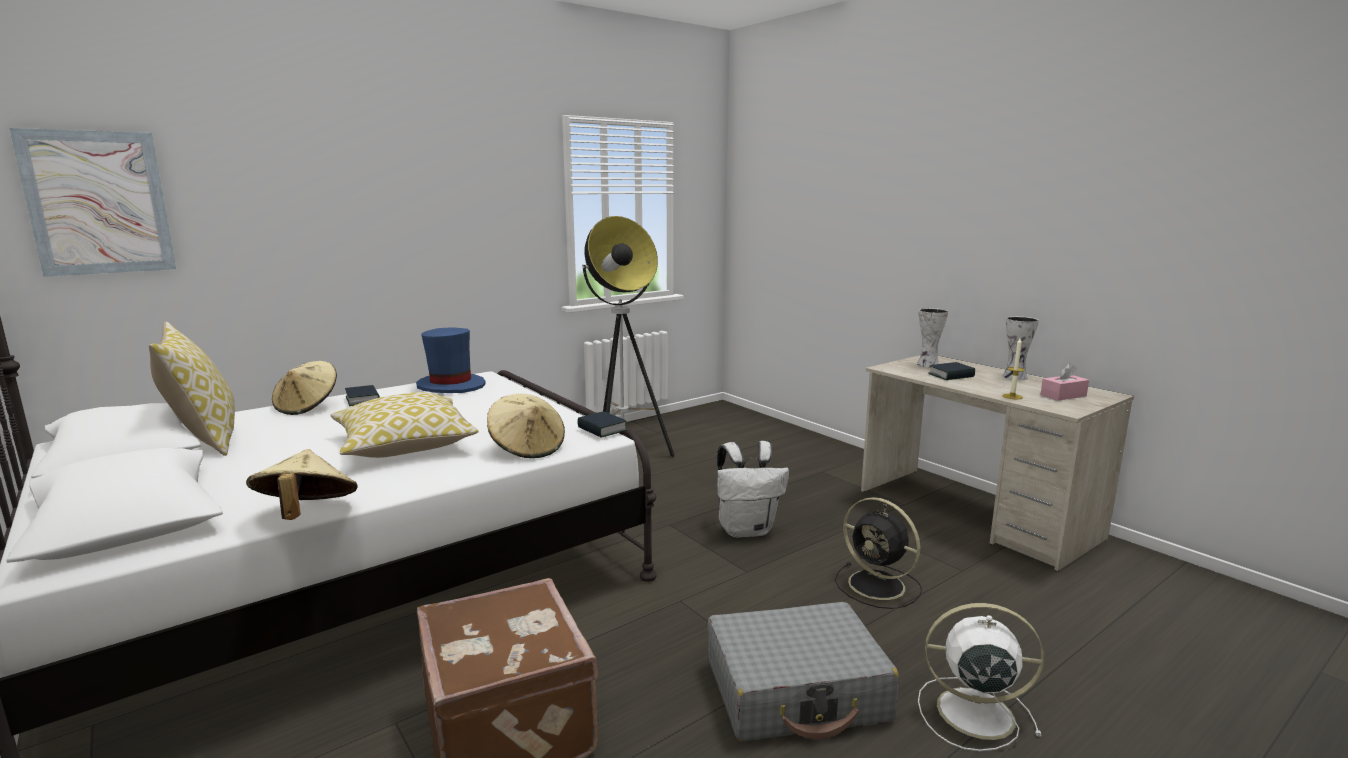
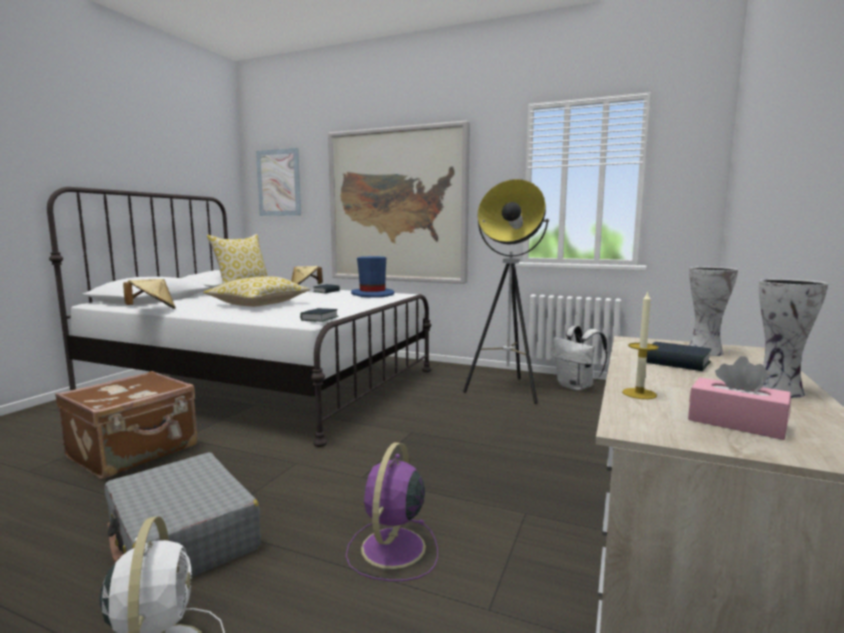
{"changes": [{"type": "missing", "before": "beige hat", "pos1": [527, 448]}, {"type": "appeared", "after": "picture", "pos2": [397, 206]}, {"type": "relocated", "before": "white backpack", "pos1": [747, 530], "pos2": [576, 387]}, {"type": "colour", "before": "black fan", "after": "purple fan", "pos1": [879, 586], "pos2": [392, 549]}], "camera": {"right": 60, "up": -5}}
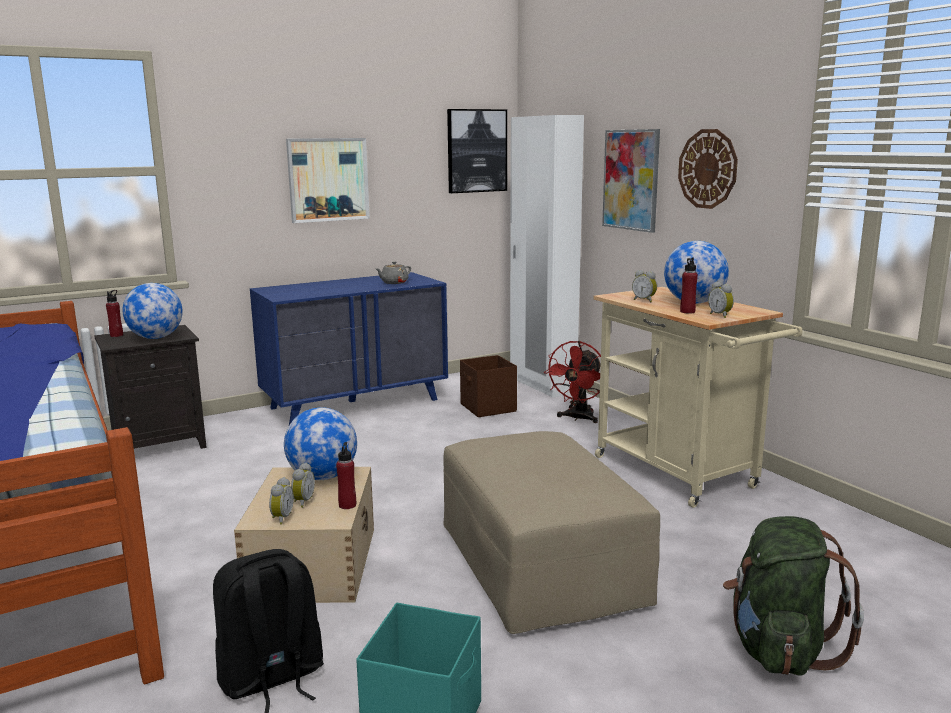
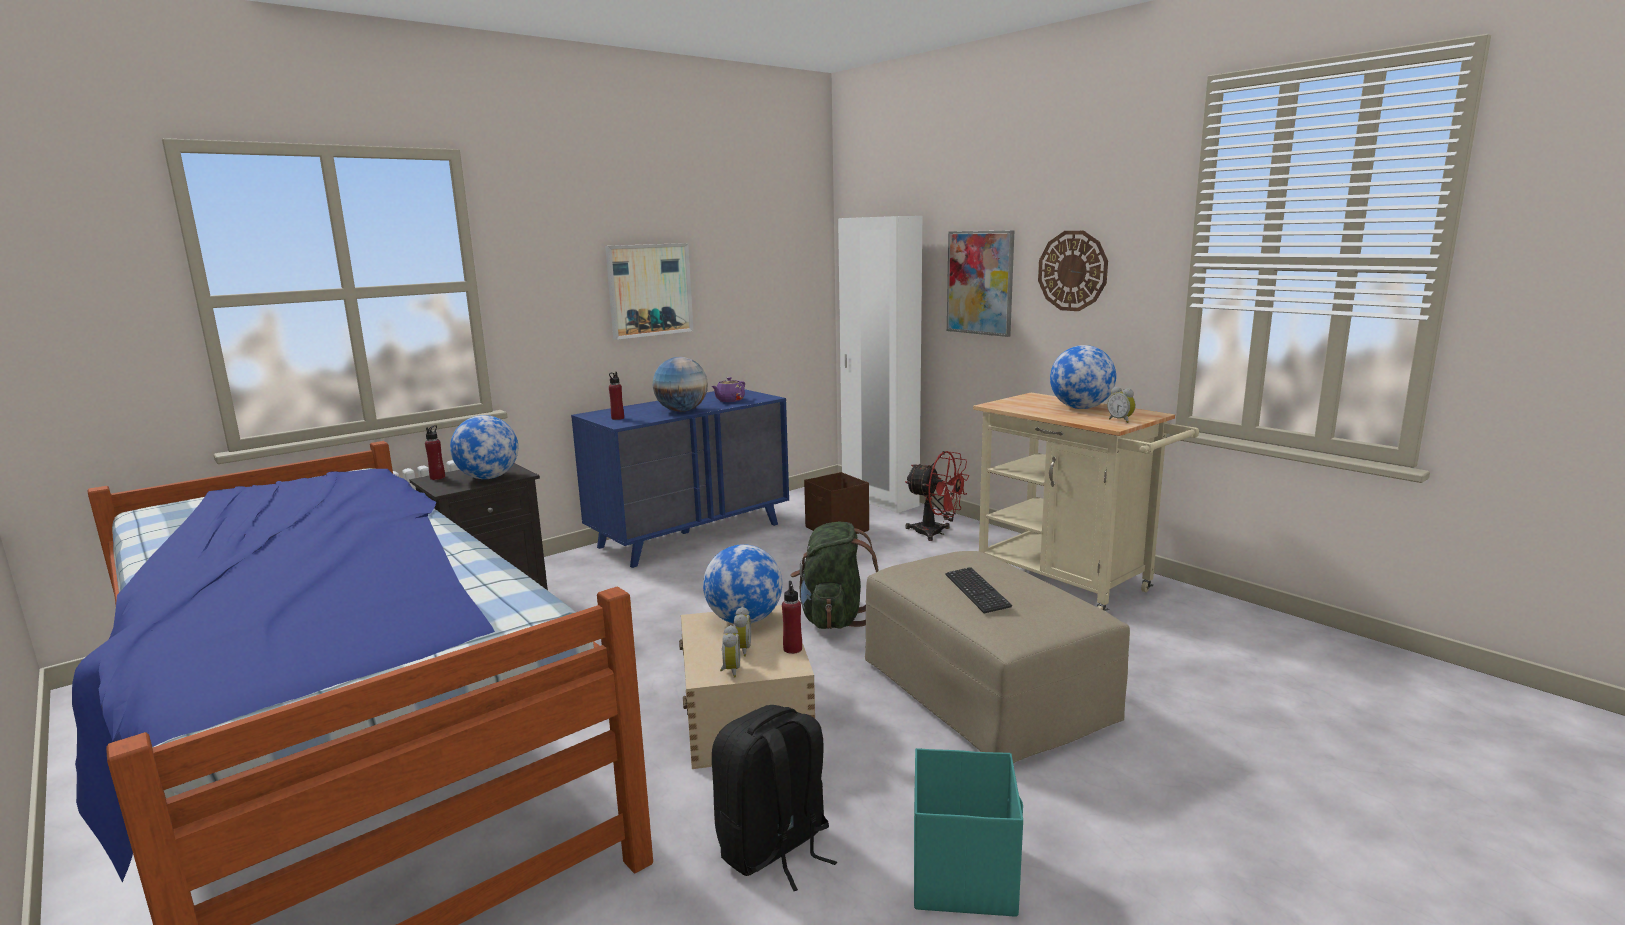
{"changes": [{"type": "missing", "before": "picture", "pos1": [476, 151]}, {"type": "missing", "before": "alarm clock", "pos1": [644, 300]}, {"type": "appeared", "after": "globe", "pos2": [682, 411]}, {"type": "appeared", "after": "keyboard", "pos2": [977, 592]}, {"type": "relocated", "before": "red bottle", "pos1": [687, 312], "pos2": [617, 418]}, {"type": "relocated", "before": "green backpack", "pos1": [779, 649], "pos2": [834, 618]}, {"type": "colour", "before": "grey teapot", "after": "purple teapot", "pos1": [394, 283], "pos2": [729, 400]}, {"type": "spun", "before": "red fan", "pos1": [578, 418], "pos2": [936, 533], "turn": -75}], "camera": {"right": -10, "up": 0}}
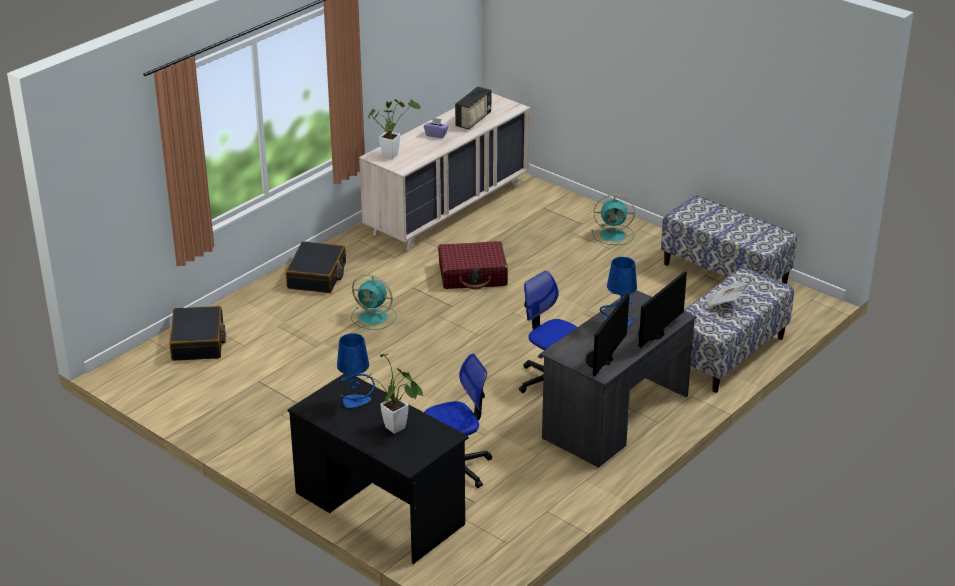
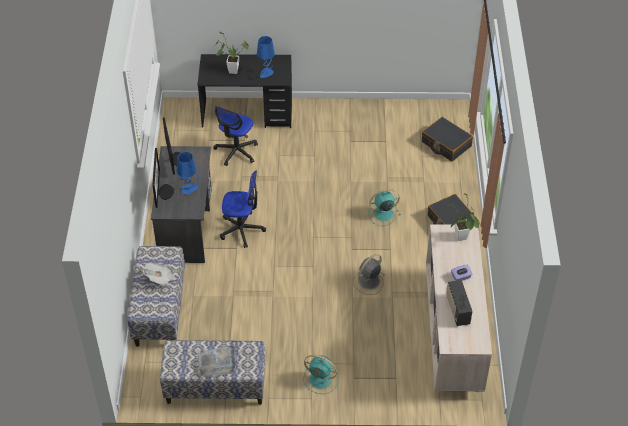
{"changes": [{"type": "appeared", "after": "grey tray", "pos2": [217, 363]}, {"type": "exchanged", "before": "red suitcase", "after": "grey fan", "pos1": [473, 275], "pos2": [368, 282]}, {"type": "spun", "before": "turquoise fan", "pos1": [614, 235], "pos2": [321, 380], "turn": -120}], "camera": {"right": 140, "up": 15}}
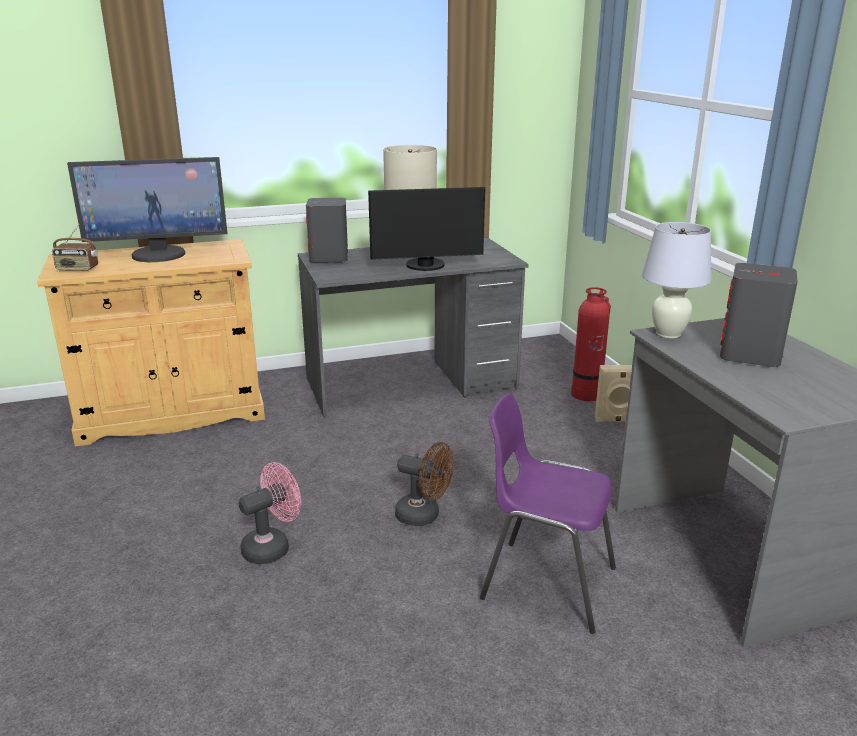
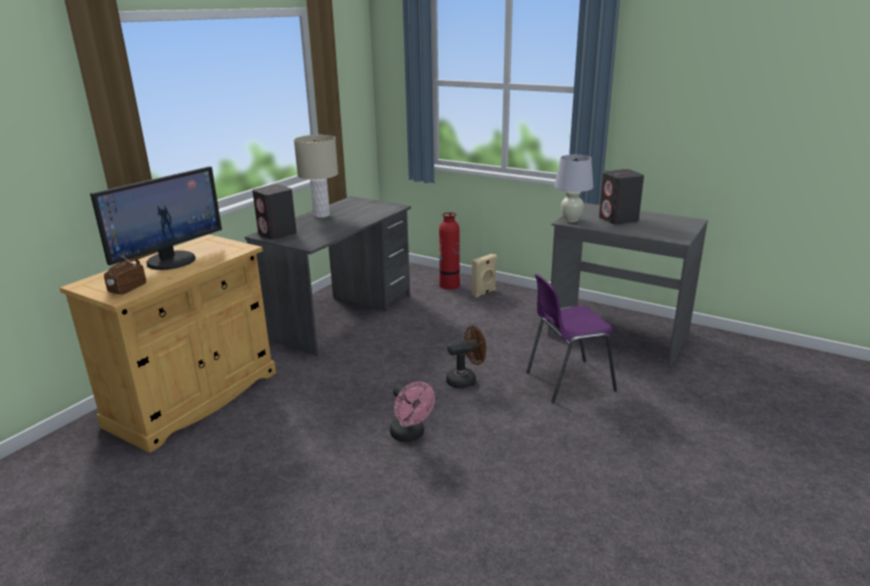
{"changes": [{"type": "missing", "before": "monitor", "pos1": [426, 266]}, {"type": "spun", "before": "radio", "pos1": [77, 269], "pos2": [127, 289], "turn": 150}, {"type": "spun", "before": "pink fan", "pos1": [272, 546], "pos2": [410, 435], "turn": 135}], "camera": {"right": -40, "up": 0}}
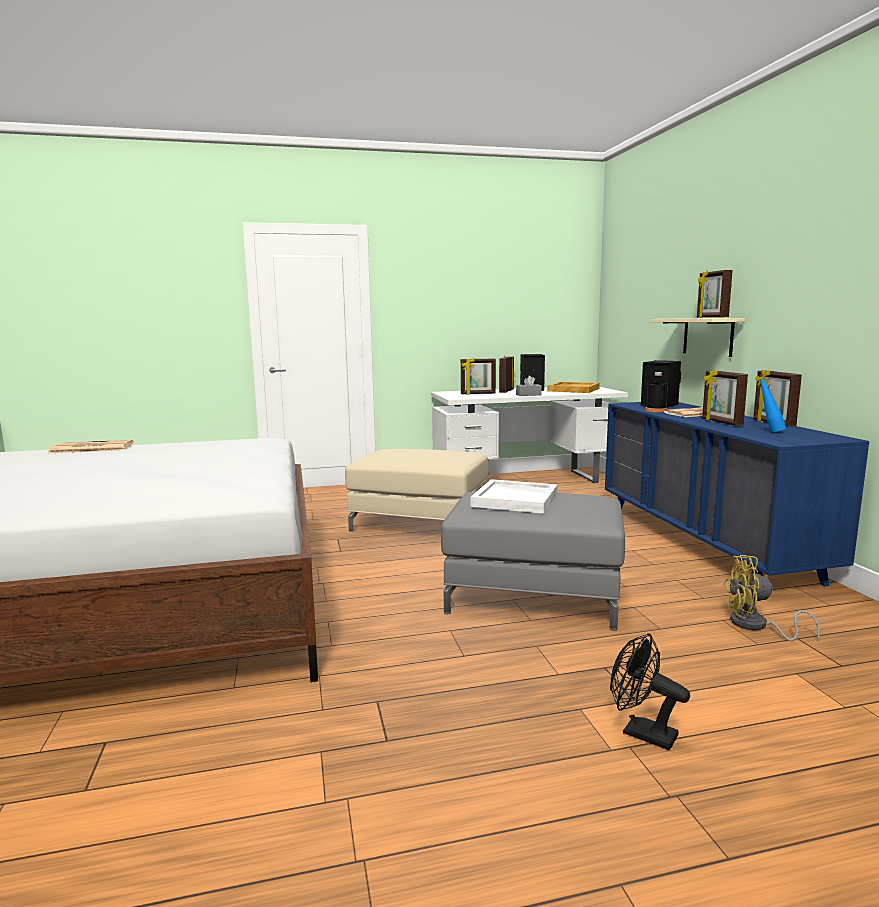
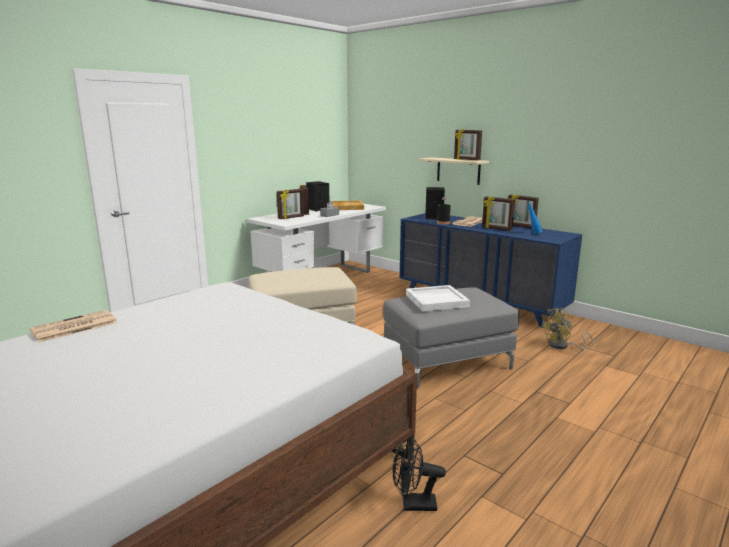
{"changes": [{"type": "relocated", "before": "black fan", "pos1": [641, 732], "pos2": [413, 505]}], "camera": {"right": -35, "up": 5}}
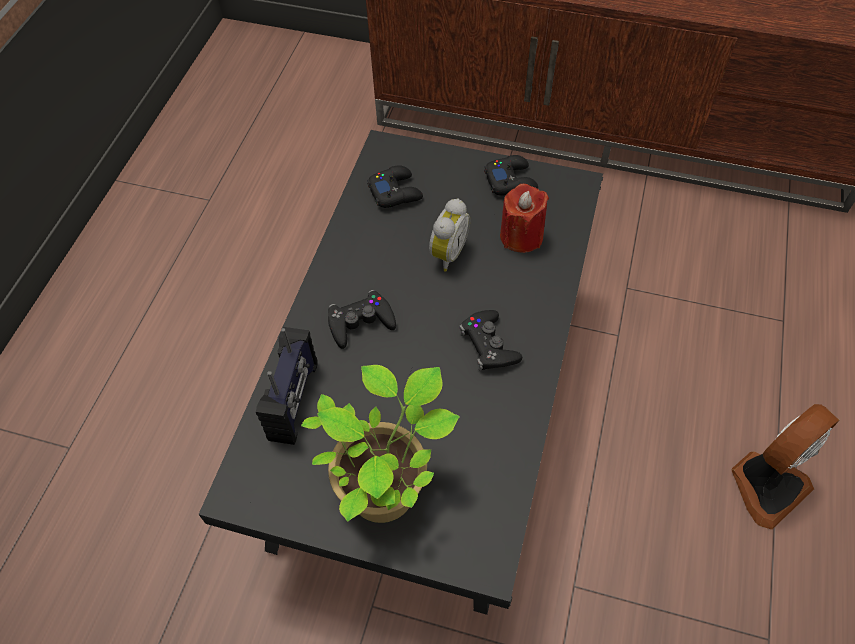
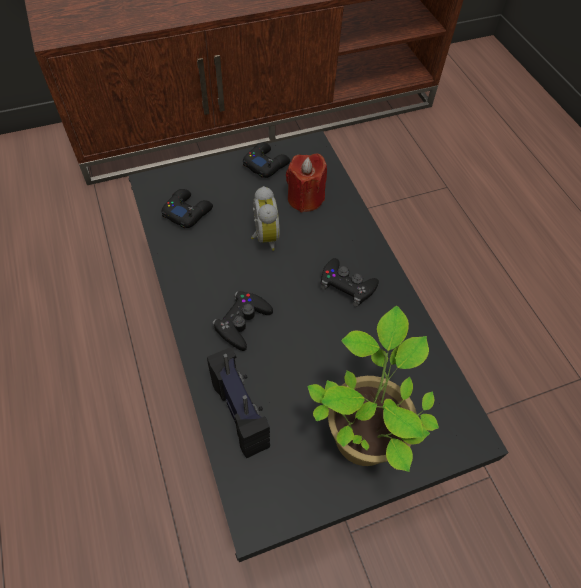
{"changes": [{"type": "missing", "before": "fan", "pos1": [766, 484]}], "camera": {"right": -40, "up": 0}}
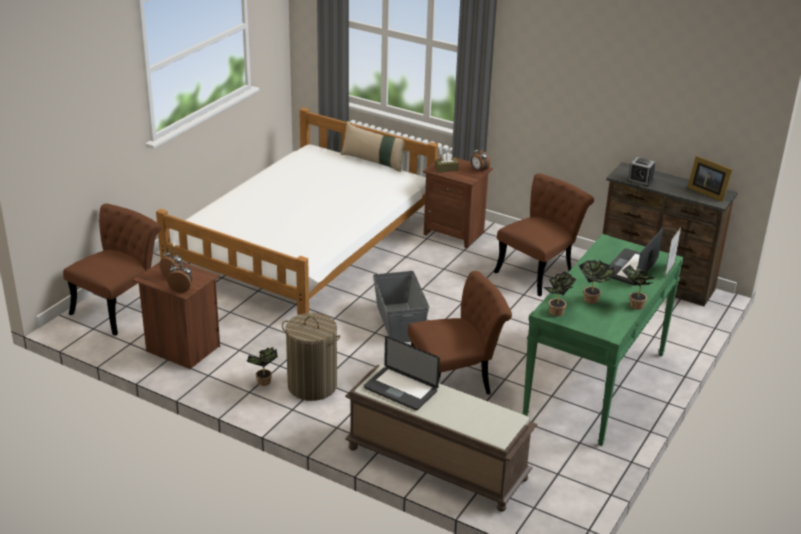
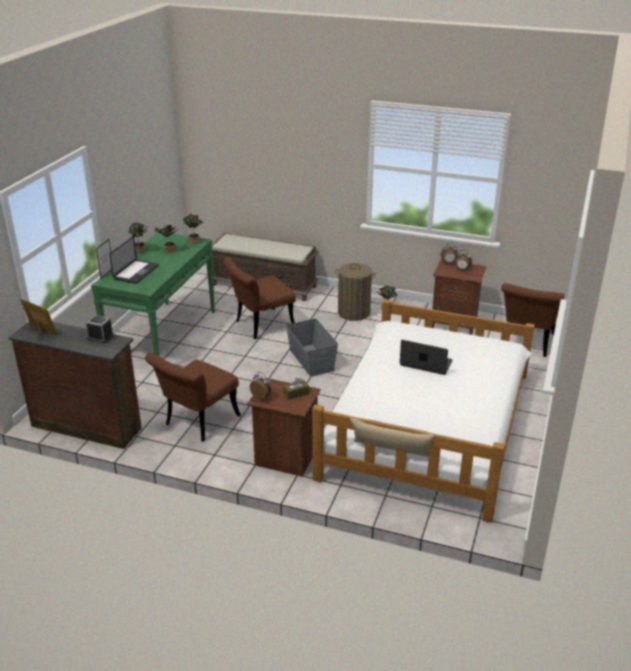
{"changes": [{"type": "relocated", "before": "laptop", "pos1": [400, 389], "pos2": [426, 363]}], "camera": {"right": 170, "up": 0}}
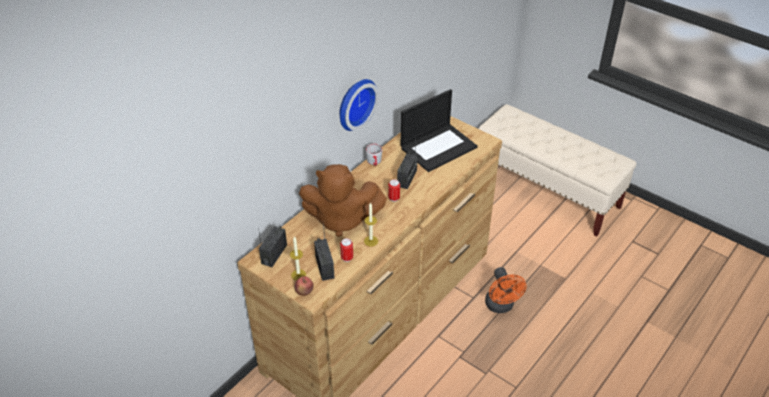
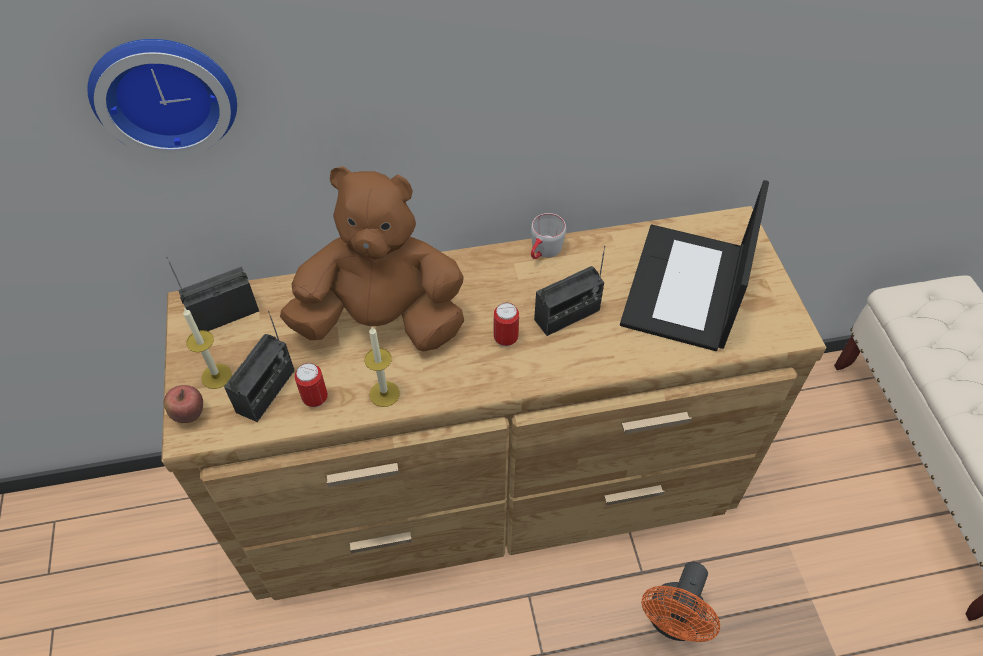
{"changes": [{"type": "relocated", "before": "wall clock", "pos1": [354, 103], "pos2": [164, 91]}, {"type": "spun", "before": "brown plush toy", "pos1": [341, 219], "pos2": [383, 321], "turn": 135}, {"type": "spun", "before": "laptop", "pos1": [438, 147], "pos2": [685, 289], "turn": 105}], "camera": {"right": 40, "up": 10}}
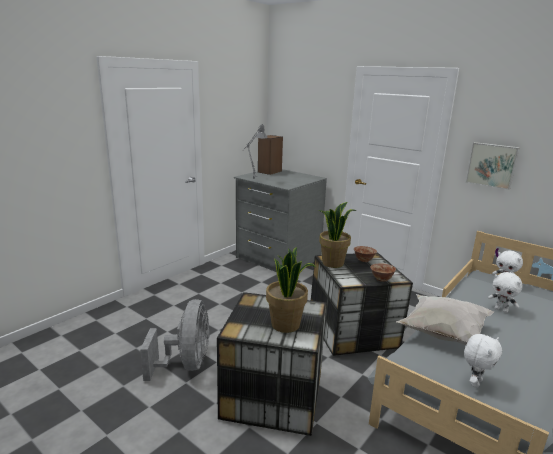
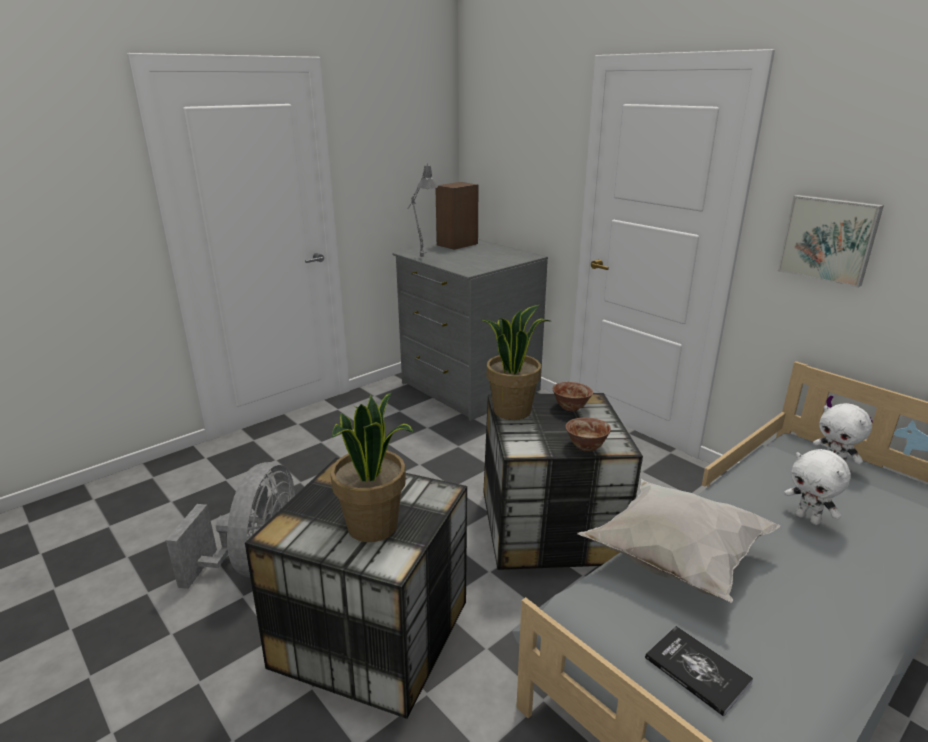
{"changes": [{"type": "exchanged", "before": "white plush toy", "after": "book", "pos1": [475, 382], "pos2": [697, 670]}], "camera": {"right": 10, "up": 5}}
